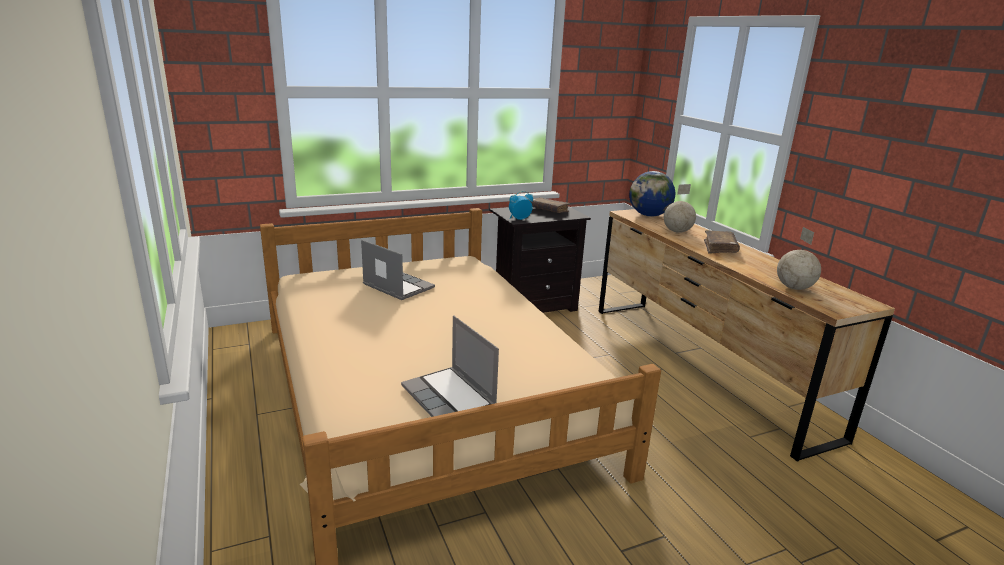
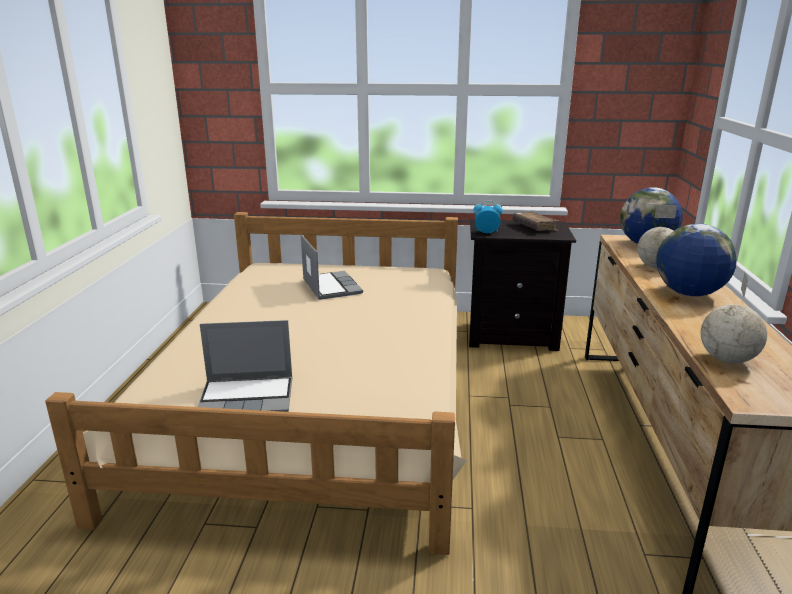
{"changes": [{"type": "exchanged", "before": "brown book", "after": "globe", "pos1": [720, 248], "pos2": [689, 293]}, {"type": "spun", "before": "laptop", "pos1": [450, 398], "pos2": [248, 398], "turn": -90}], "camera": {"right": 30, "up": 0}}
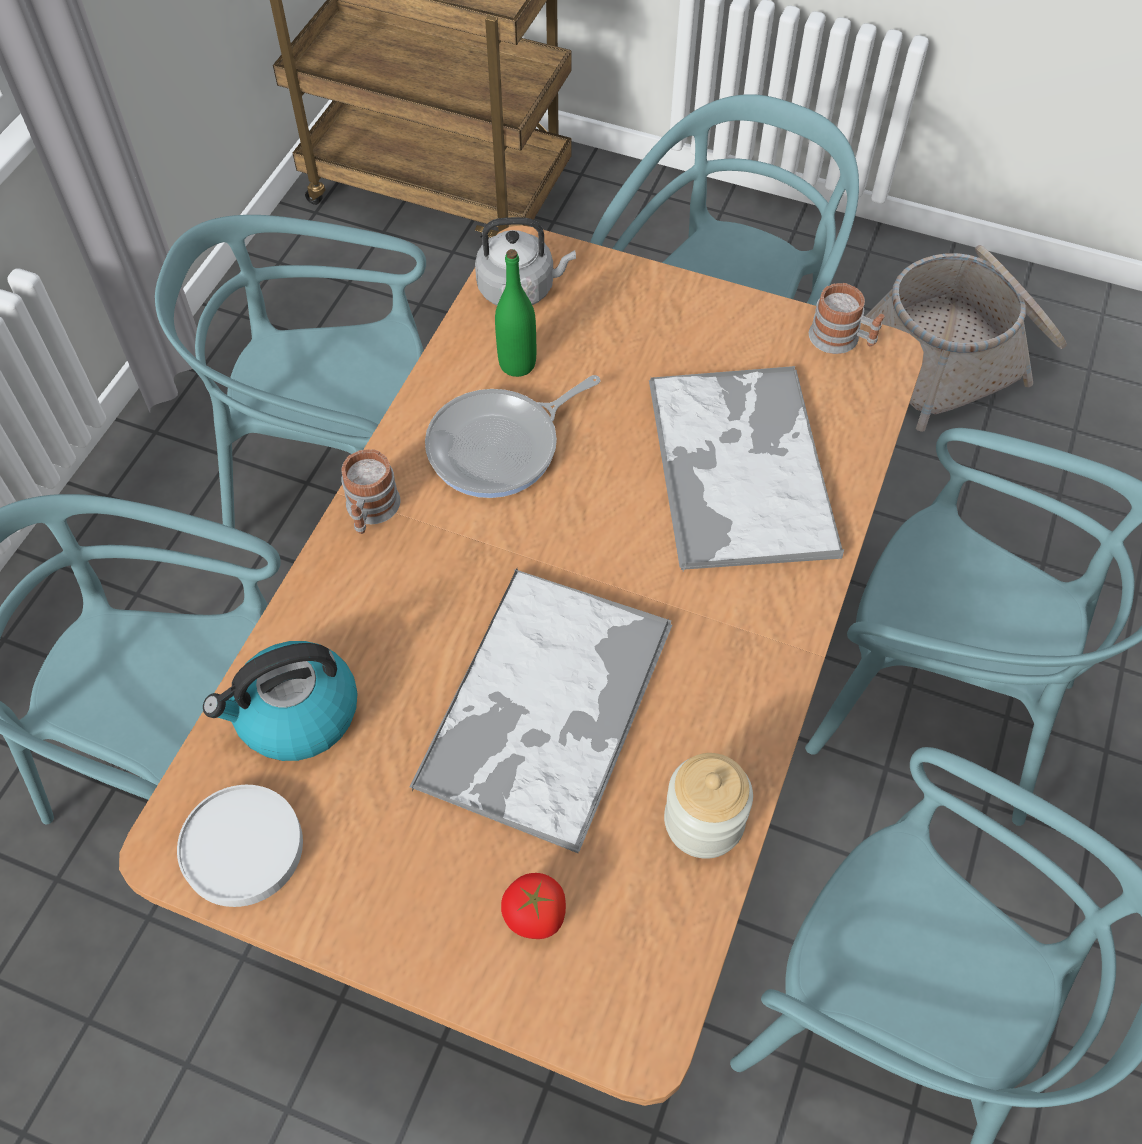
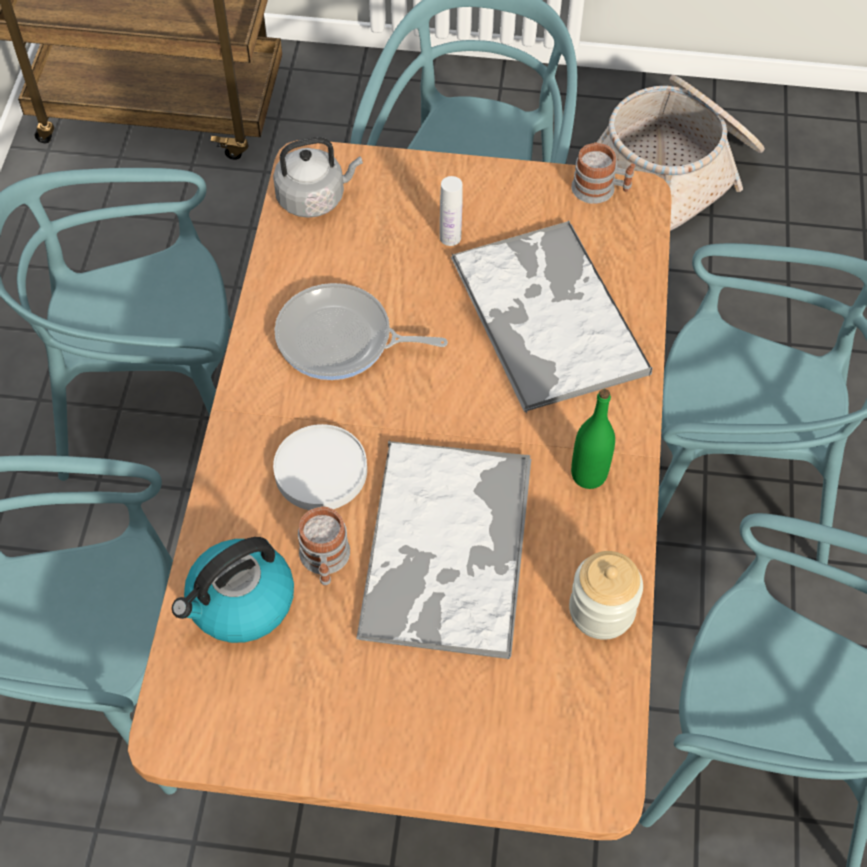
{"changes": [{"type": "missing", "before": "tomato", "pos1": [534, 916]}, {"type": "appeared", "after": "white bottle", "pos2": [450, 237]}, {"type": "relocated", "before": "white plate", "pos1": [242, 849], "pos2": [321, 471]}, {"type": "relocated", "before": "mug", "pos1": [370, 511], "pos2": [325, 561]}, {"type": "relocated", "before": "green bottle", "pos1": [517, 364], "pos2": [588, 474]}, {"type": "spun", "before": "frying pan", "pos1": [500, 447], "pos2": [341, 340], "turn": 60}], "camera": {"right": -15, "up": 0}}
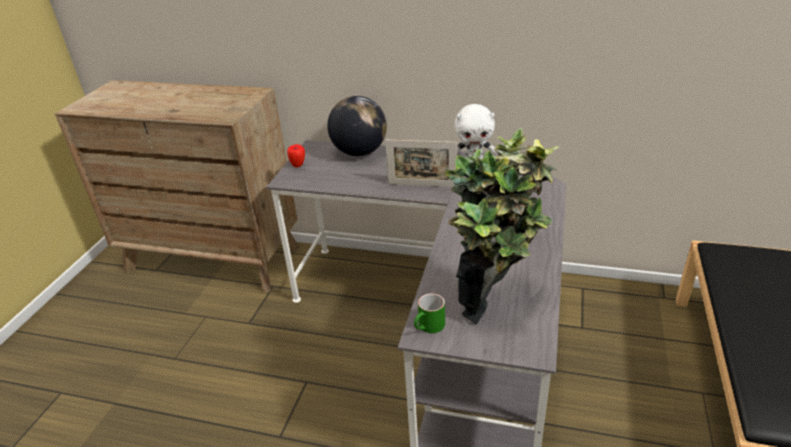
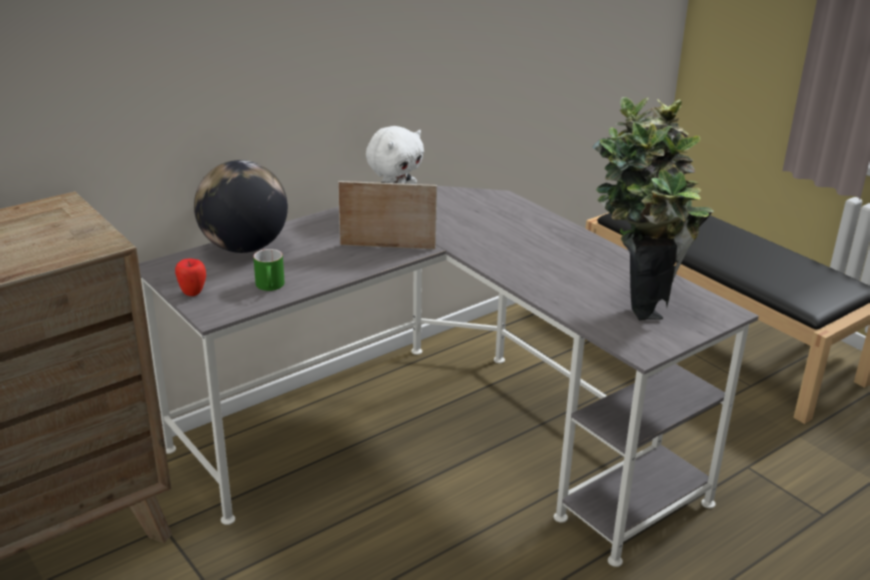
{"changes": [{"type": "relocated", "before": "green mug", "pos1": [429, 327], "pos2": [271, 286]}, {"type": "spun", "before": "picture frame", "pos1": [422, 185], "pos2": [387, 247], "turn": -135}], "camera": {"right": -55, "up": -5}}
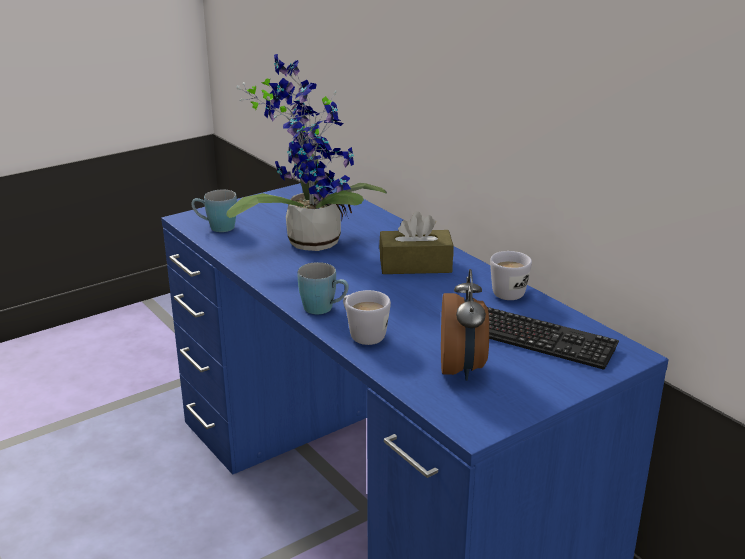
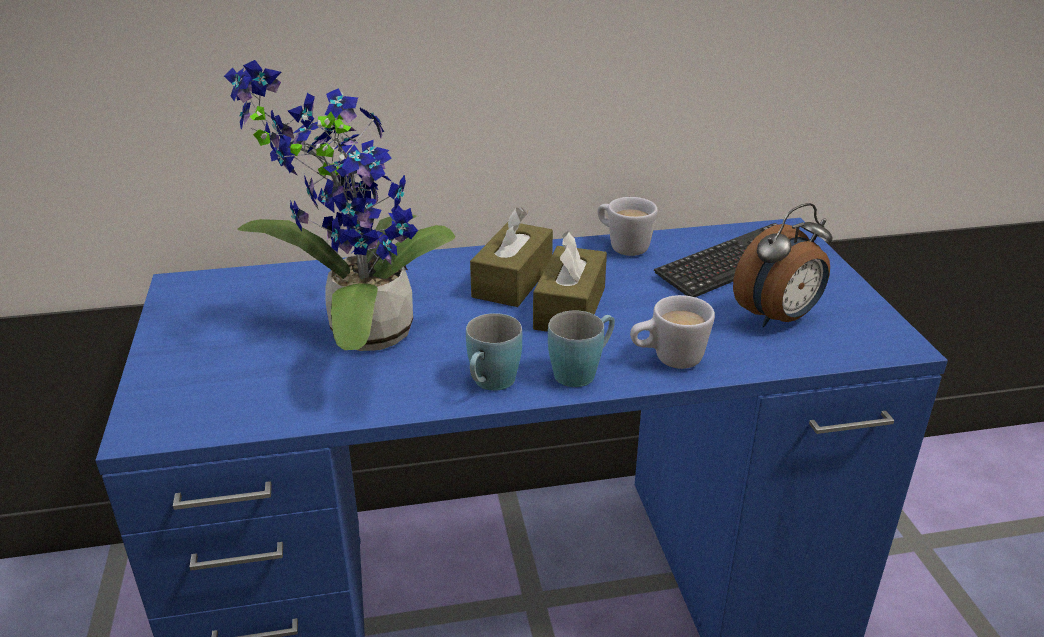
{"changes": [{"type": "appeared", "after": "brown tissue box", "pos2": [570, 308]}, {"type": "relocated", "before": "blue mug", "pos1": [216, 227], "pos2": [490, 384]}, {"type": "spun", "before": "alarm clock", "pos1": [462, 368], "pos2": [778, 318], "turn": 120}], "camera": {"right": -65, "up": 5}}
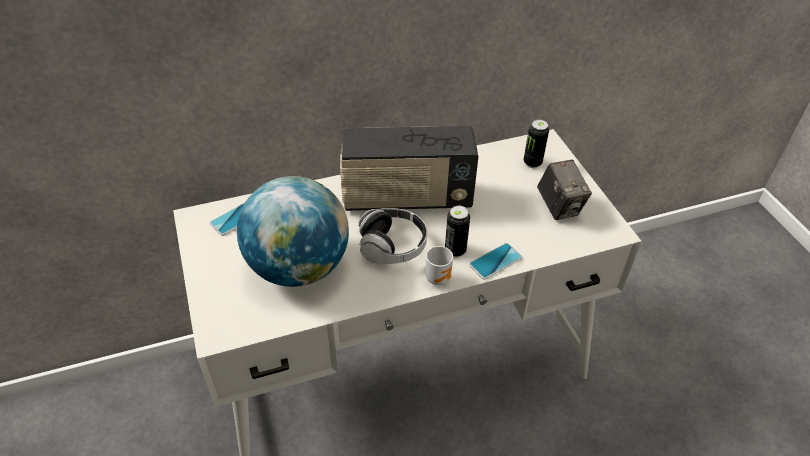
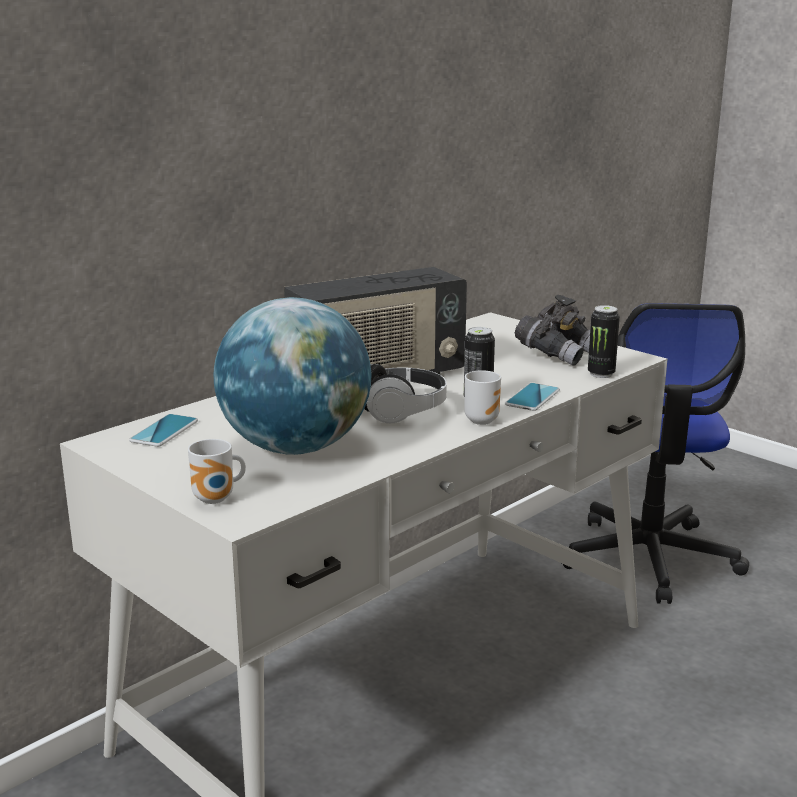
{"changes": [{"type": "appeared", "after": "mug", "pos2": [217, 499]}, {"type": "appeared", "after": "office chair", "pos2": [650, 558]}, {"type": "relocated", "before": "can", "pos1": [532, 162], "pos2": [601, 374]}, {"type": "exchanged", "before": "photo camera", "after": "grey binoculars", "pos1": [559, 206], "pos2": [558, 354]}], "camera": {"right": -25, "up": -25}}
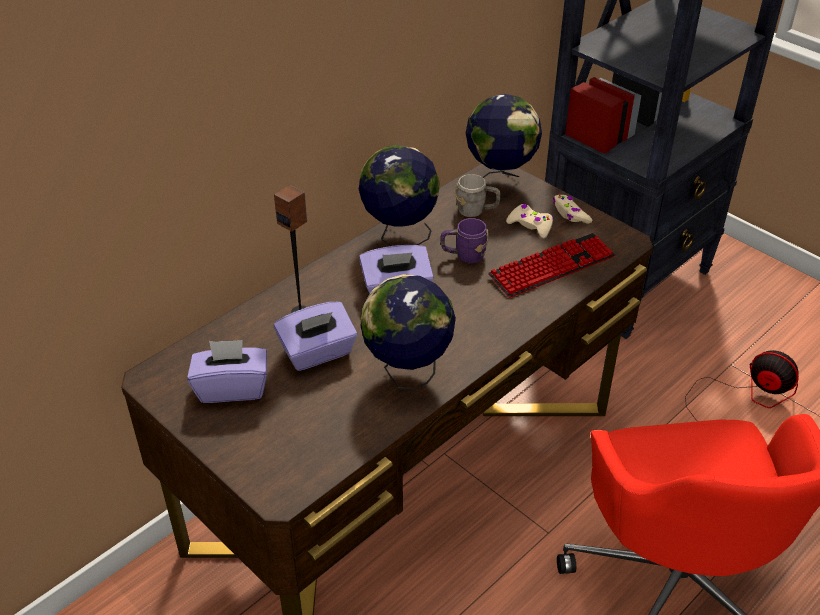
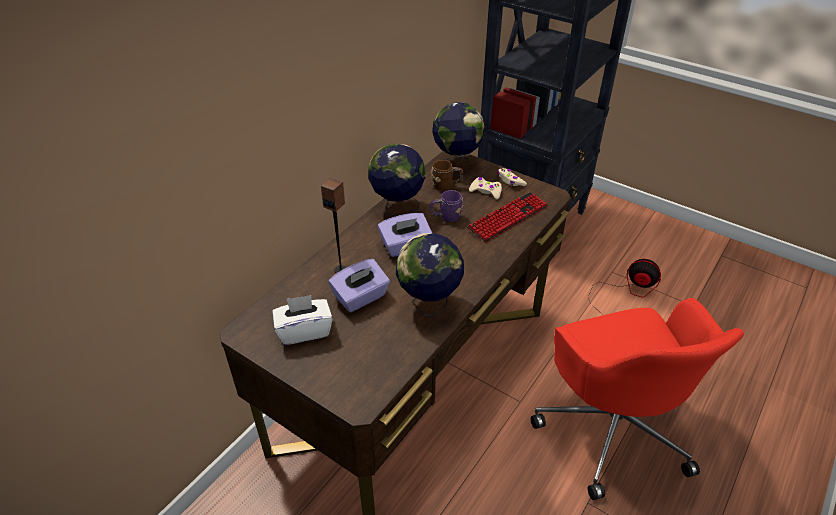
{"changes": [{"type": "colour", "before": "purple tissue box", "after": "white tissue box", "pos1": [232, 388], "pos2": [304, 331]}, {"type": "colour", "before": "grey mug", "after": "brown mug", "pos1": [476, 211], "pos2": [446, 185]}], "camera": {"right": -10, "up": 0}}
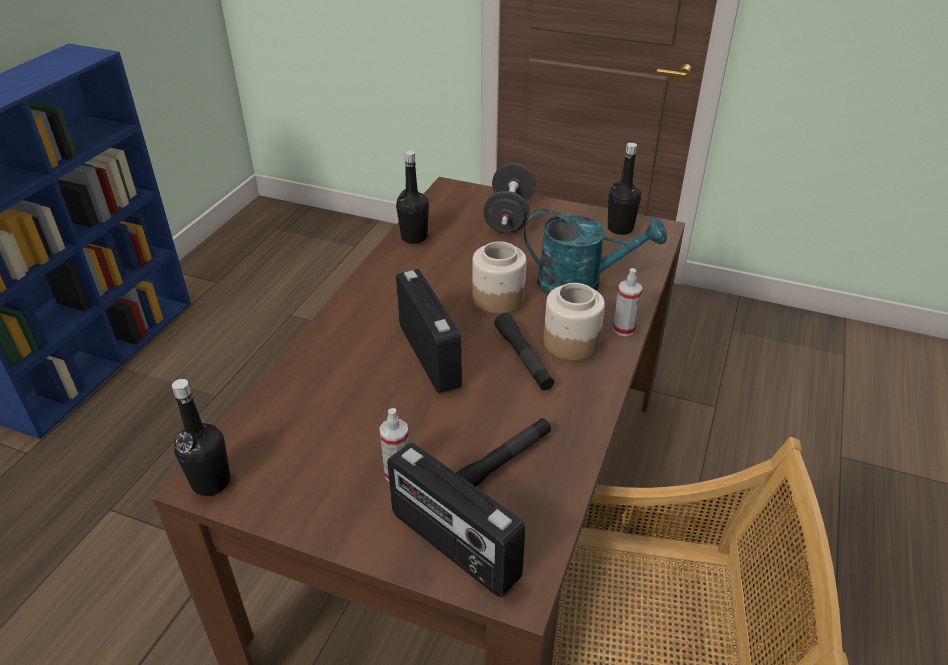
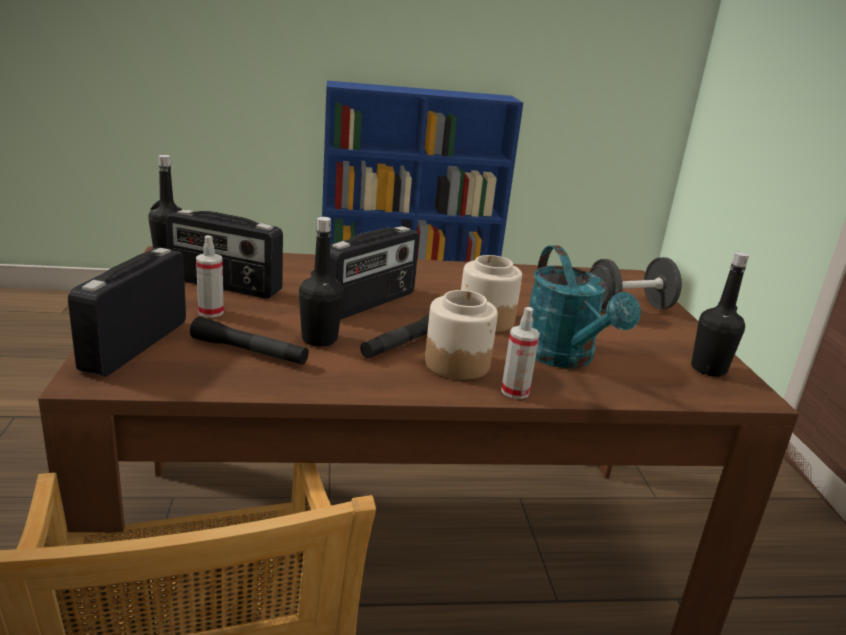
{"changes": [{"type": "appeared", "after": "radio", "pos2": [224, 285]}, {"type": "relocated", "before": "black bottle", "pos1": [414, 237], "pos2": [319, 339]}], "camera": {"right": 60, "up": -15}}
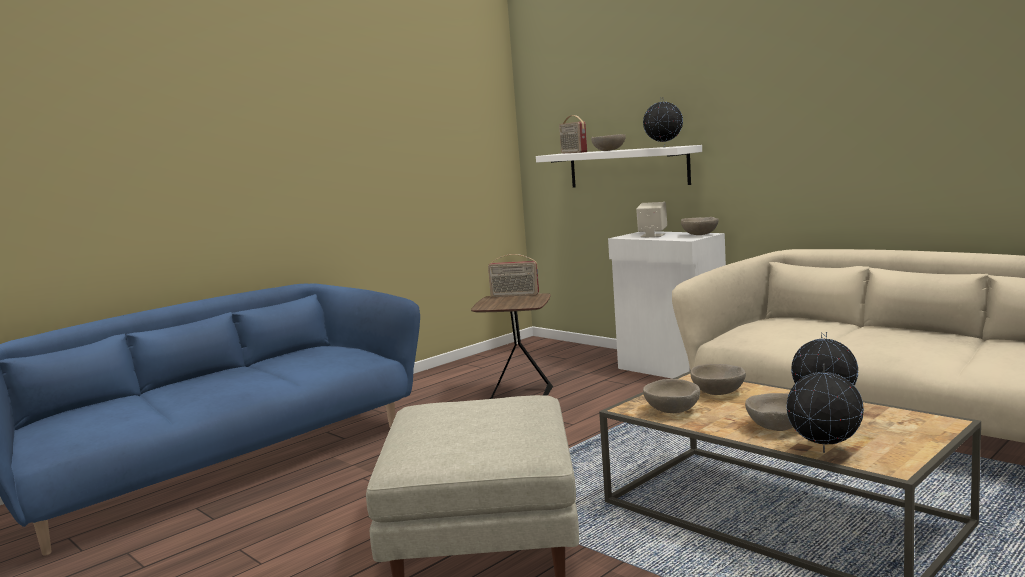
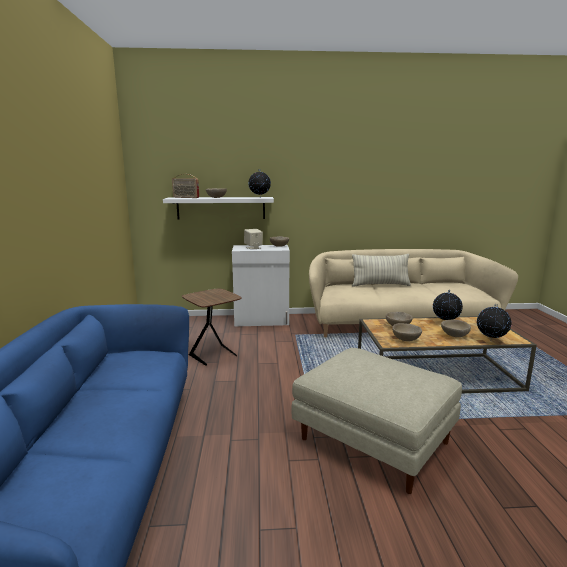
{"changes": [{"type": "missing", "before": "radio", "pos1": [514, 295]}, {"type": "appeared", "after": "pillow", "pos2": [380, 285]}], "camera": {"right": -50, "up": 5}}
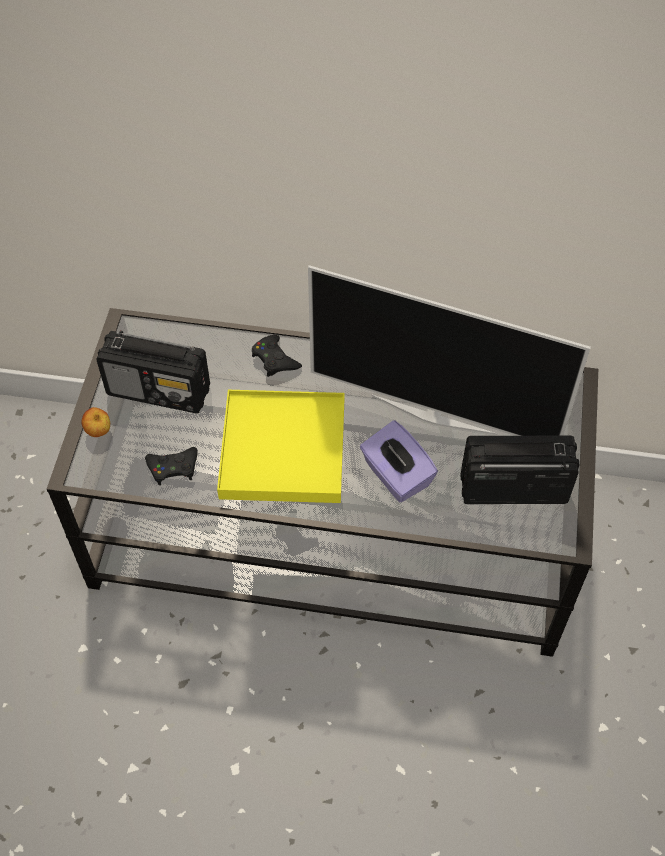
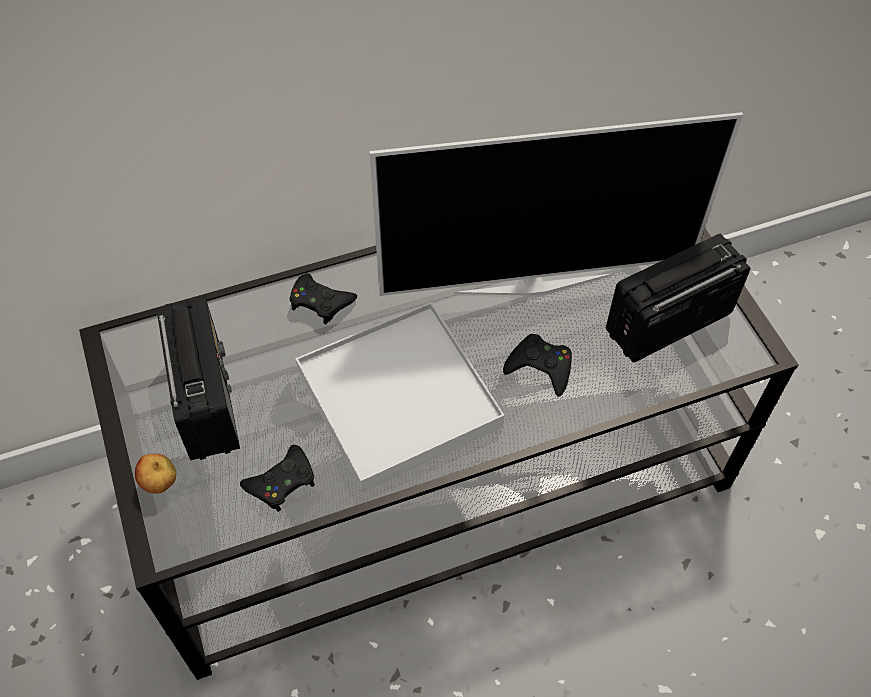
{"changes": [{"type": "exchanged", "before": "purple tissue box", "after": "black game controller", "pos1": [396, 475], "pos2": [540, 367]}, {"type": "colour", "before": "yellow tray", "after": "white tray", "pos1": [283, 449], "pos2": [398, 398]}, {"type": "spun", "before": "radio", "pos1": [159, 391], "pos2": [206, 400], "turn": -90}], "camera": {"right": -30, "up": 0}}
